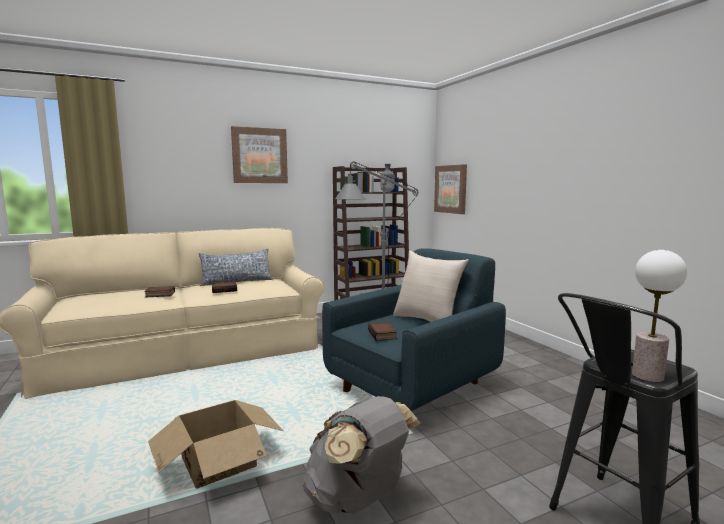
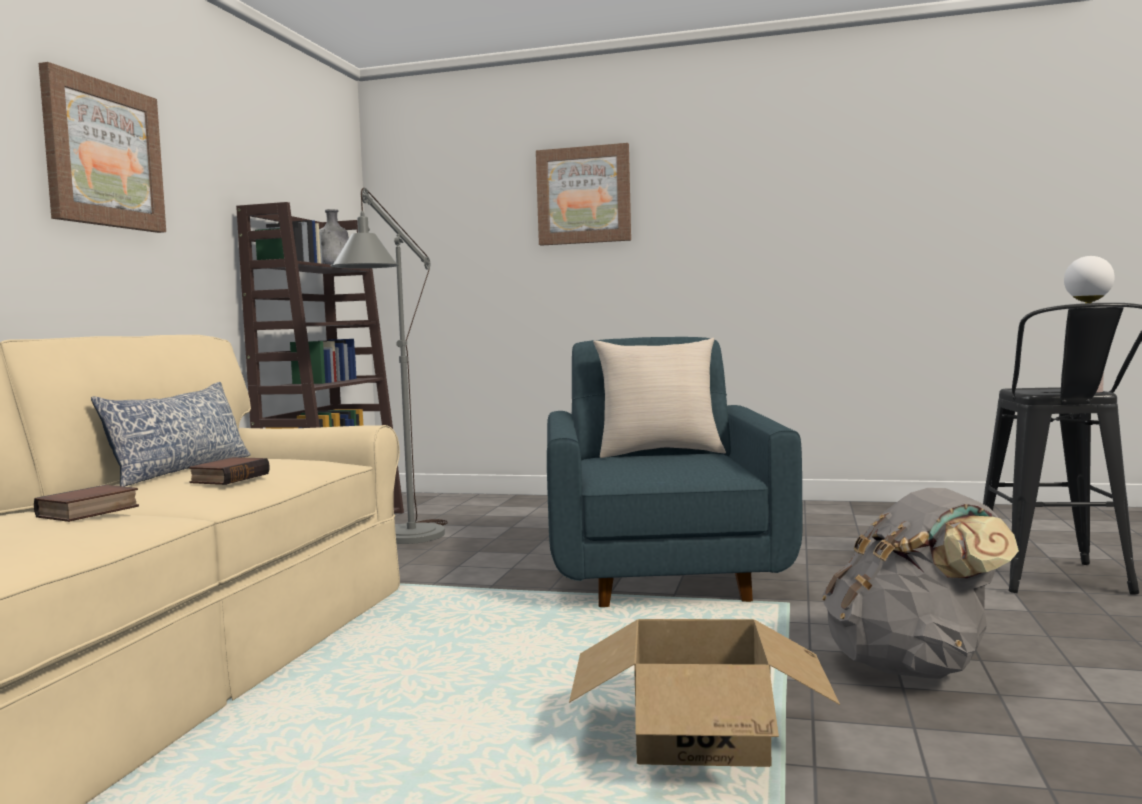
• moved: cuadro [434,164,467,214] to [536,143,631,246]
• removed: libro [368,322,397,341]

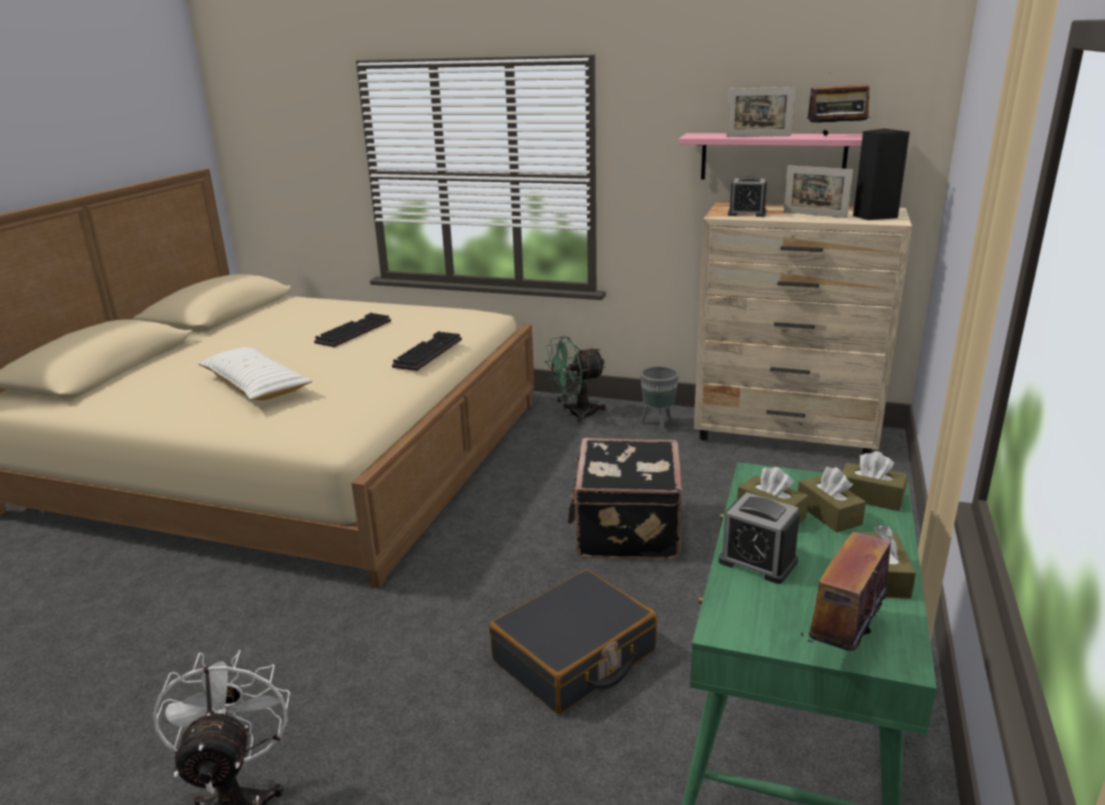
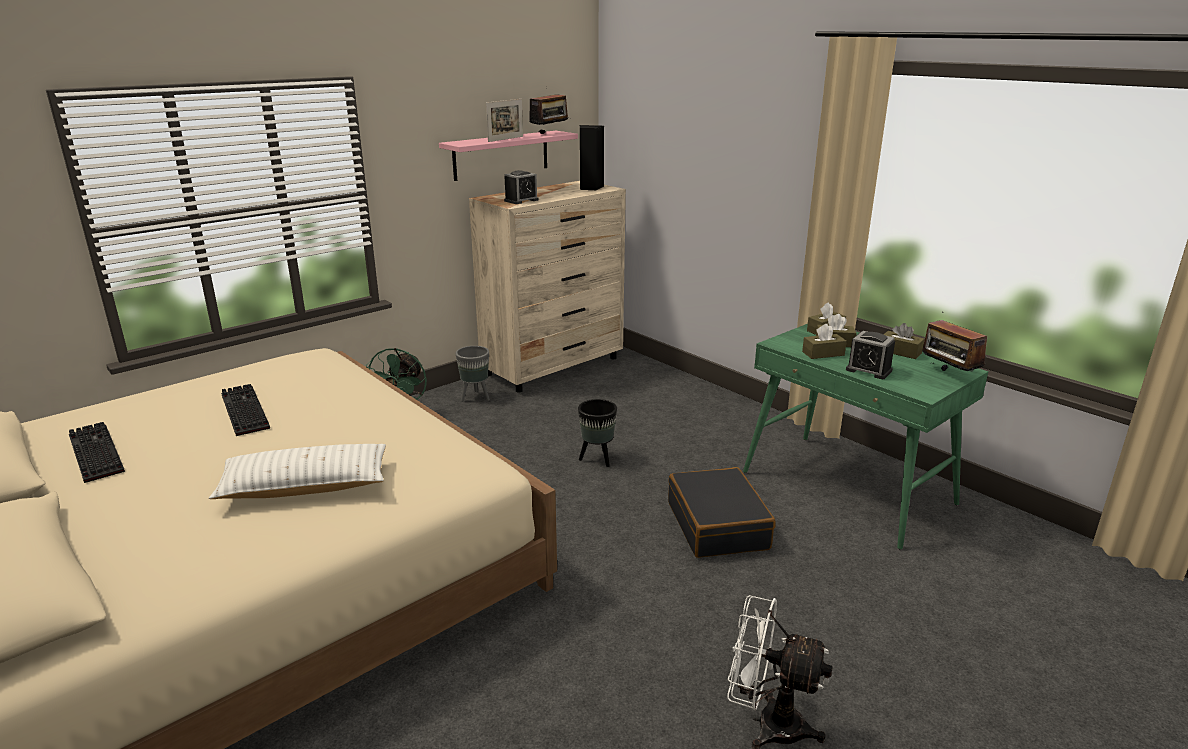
• moved: teclado [392,331,462,371] to [69,422,125,483]
• replaced: maleta/negro [567,438,682,560] to maceta/negro [578,399,617,467]
• turned: despertador [718,492,800,584] = [846,331,895,379] 60 degrees clockwise
• removed: portarretratos [784,165,853,218]

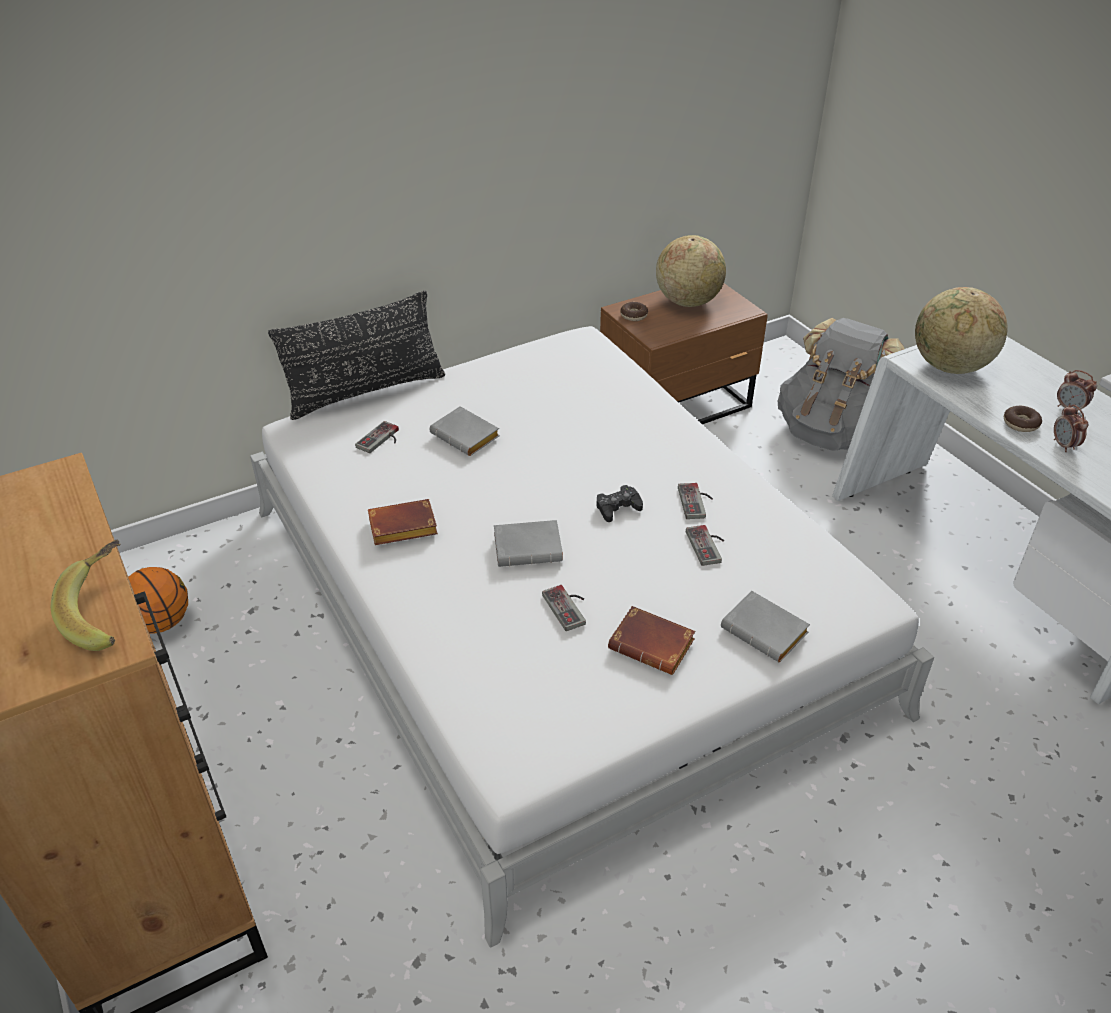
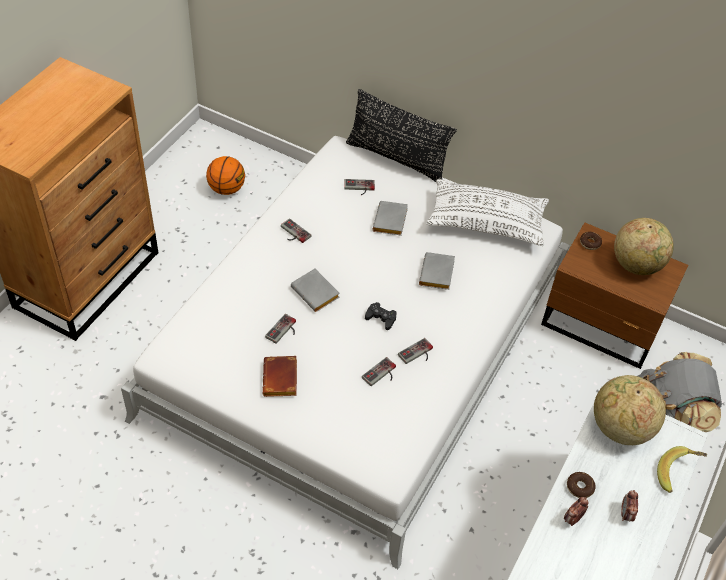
• replaced: libro/marrón [368,499,438,545] to mando de consola [281,218,311,243]
• moved: libro/gris [721,591,810,662] to [419,252,455,290]
• added: cojín/blanco [426,179,549,246]
• moved: plátano [51,540,121,651] to [657,446,707,493]

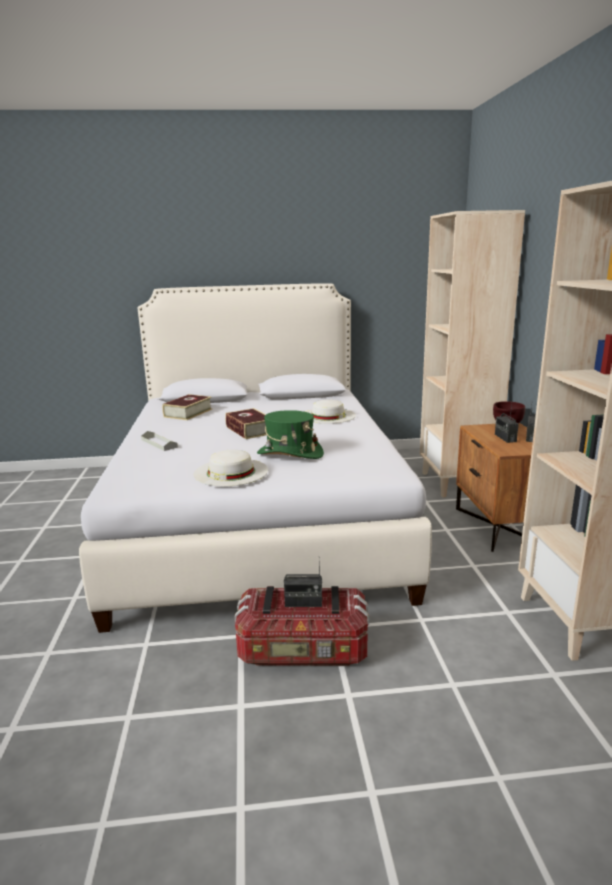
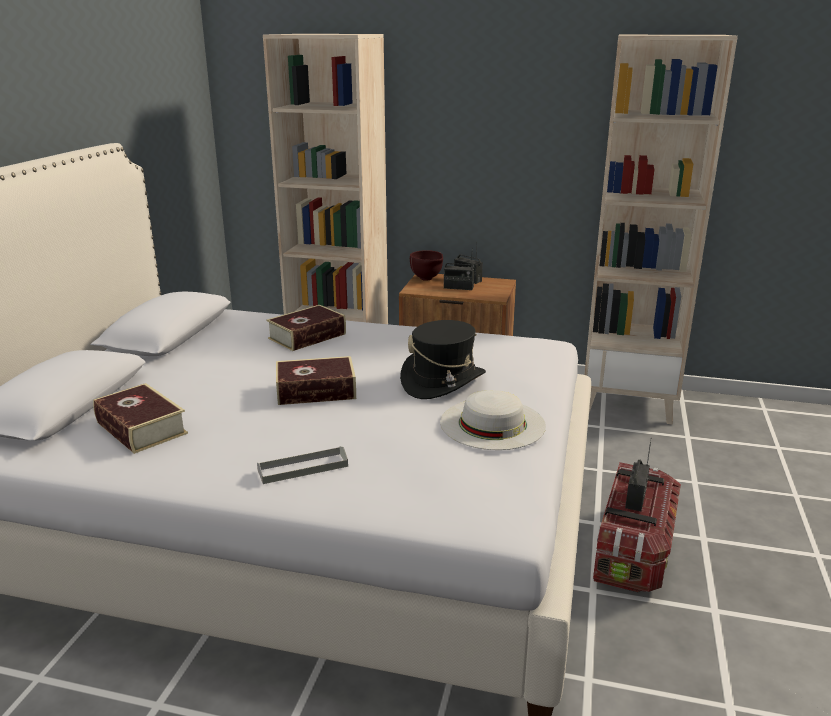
• replaced: sombrero/blanco [305,400,356,424] to libro [266,305,346,351]
• recoloured: sombrero/verde [257,410,324,459] to sombrero/negro [400,320,486,399]

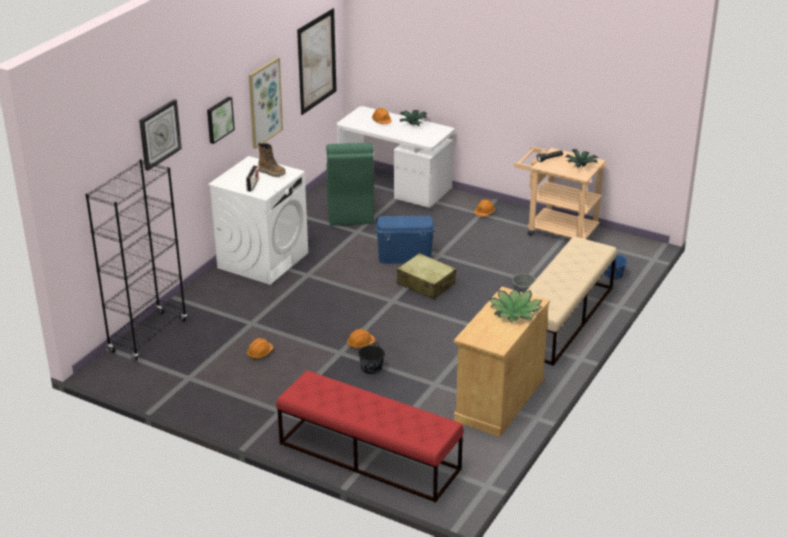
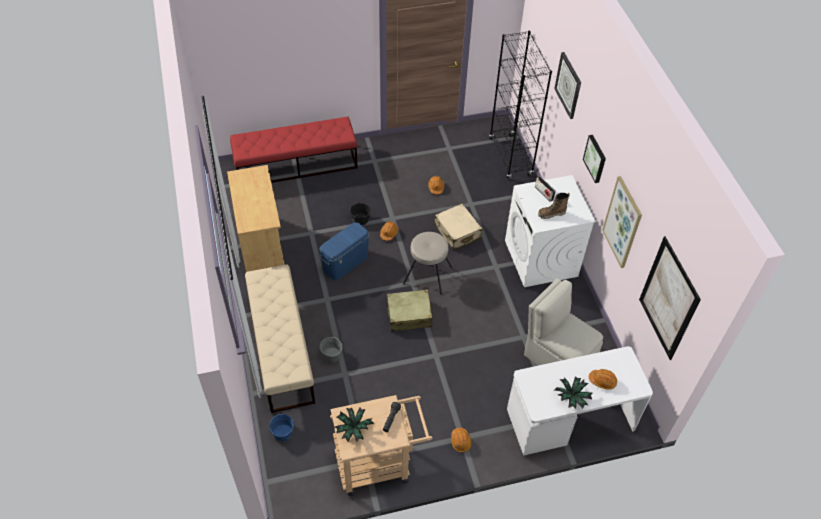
• moved: caja de almacenaje/azul [375,216,435,264] to [319,222,369,280]
• added: taburete/beis [403,232,452,295]
• added: maleta/beis [435,204,482,250]
• recoloured: silla/verde [326,143,374,225] to silla/beis [524,278,603,366]
• removed: planta en maceta [489,289,542,322]

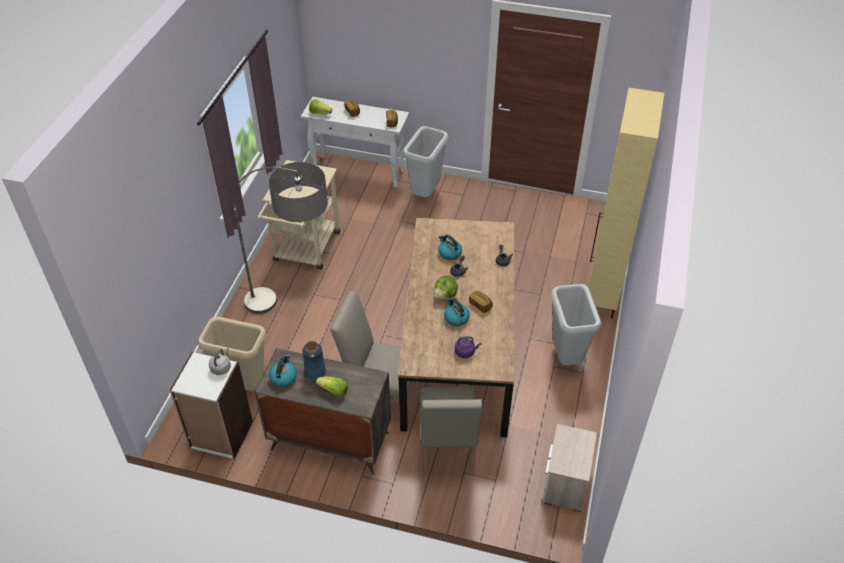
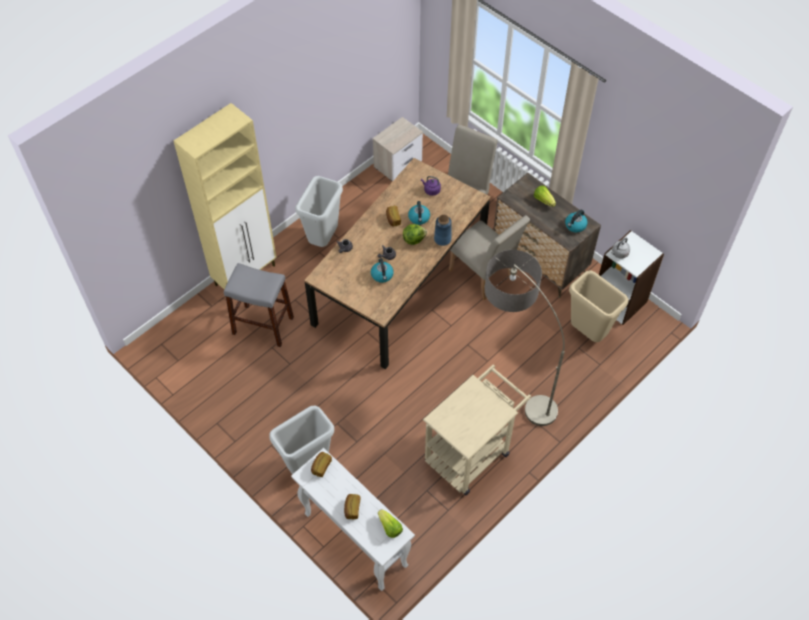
• added: taburete/gris [224,263,294,347]
• moved: florero/azul [302,341,326,380] to [434,214,451,246]

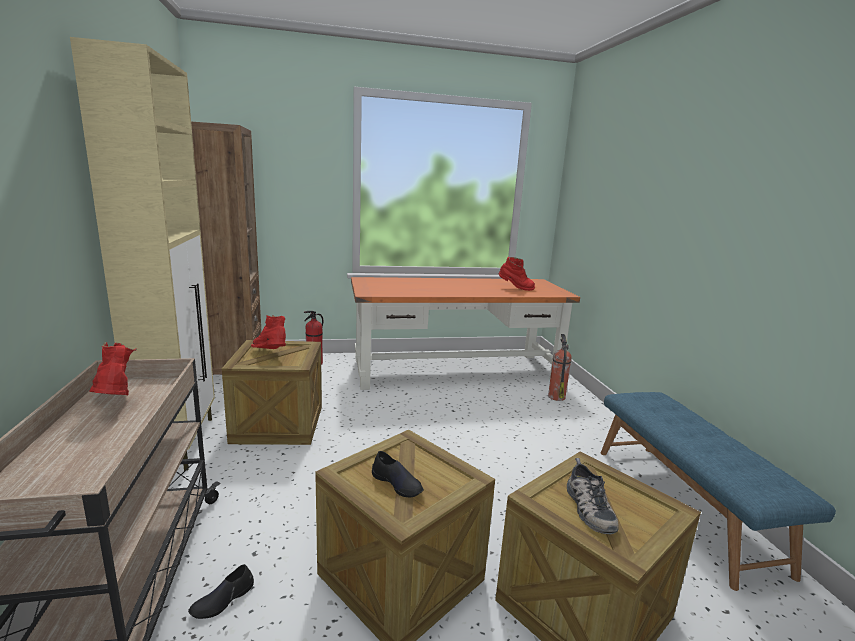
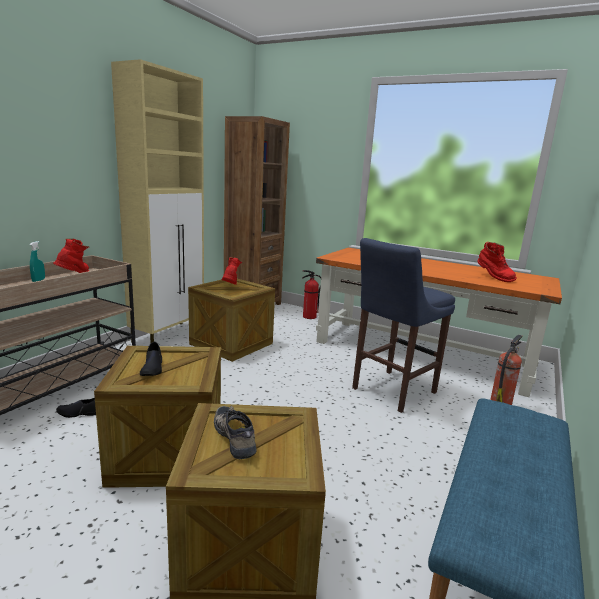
• added: pulverizador/turquesa [30,241,45,282]
• turned: zapato [567,458,619,534] = [214,406,257,459] 120 degrees clockwise
• added: taburete/azul [352,238,455,413]

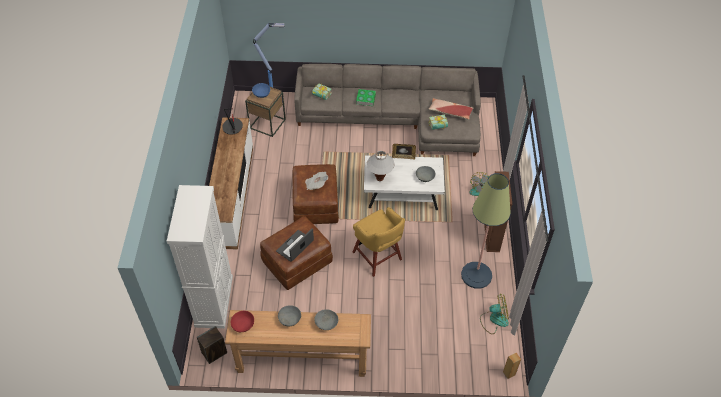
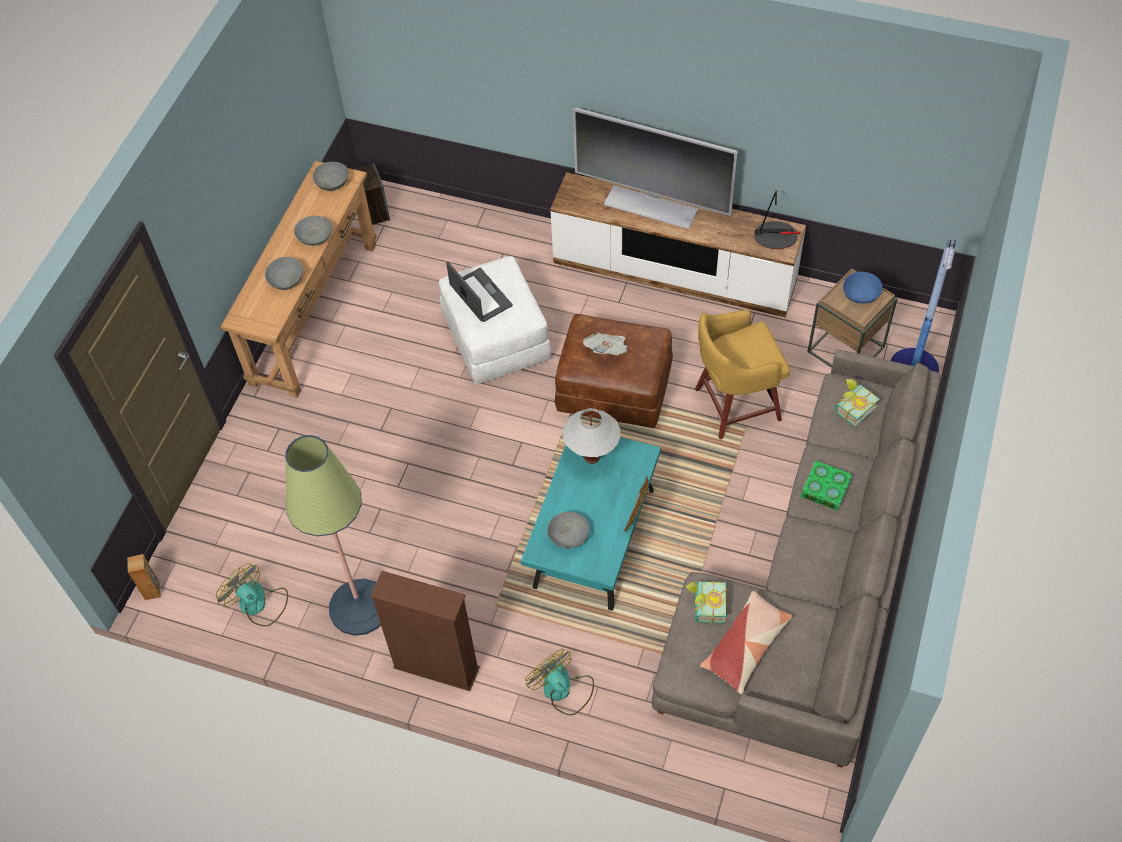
• turned: ventilador [480,293,509,334] = [216,563,288,626] 120 degrees clockwise
• recoloured: cuenco/rojo [231,311,254,333] to cuenco/gris [313,162,349,191]
• recoloured: puf/marrón [260,216,333,290] to puf/blanco [439,256,551,384]
• recoloured: mesa de centro/blanco [364,156,445,210] to mesa de centro/turquesa [521,437,661,611]
• added: televisor [573,108,738,229]
• moved: taburete/amarillo [353,207,405,277] to [695,310,790,439]
• removed: armario/blanco [167,185,233,328]

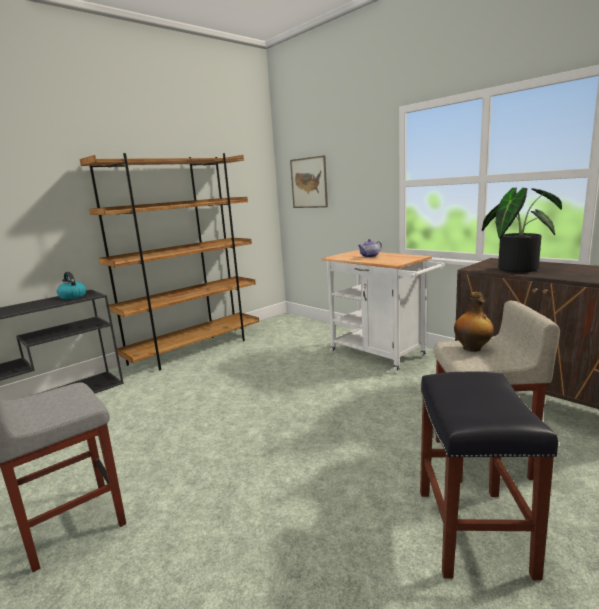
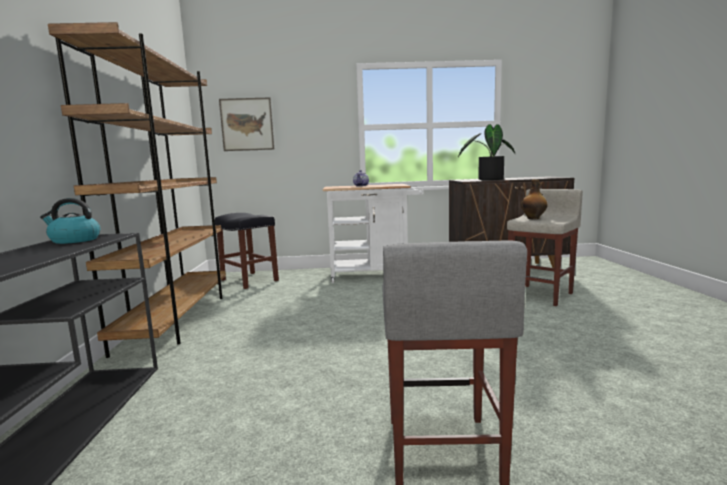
• moved: taburete/negro [420,371,558,580] to [215,213,279,289]

